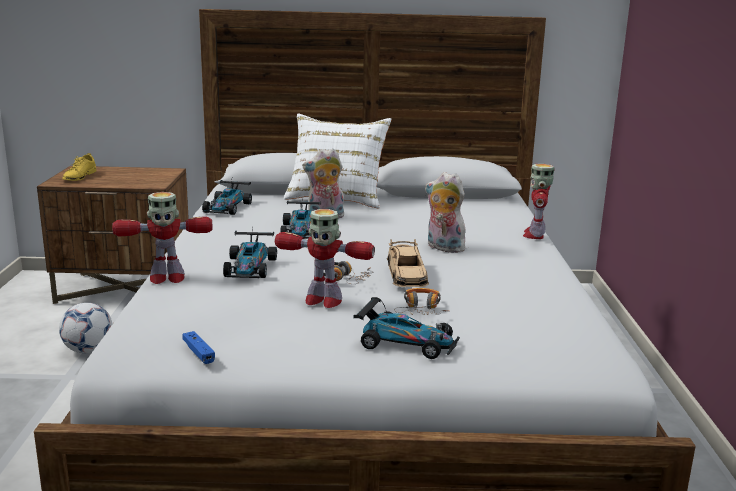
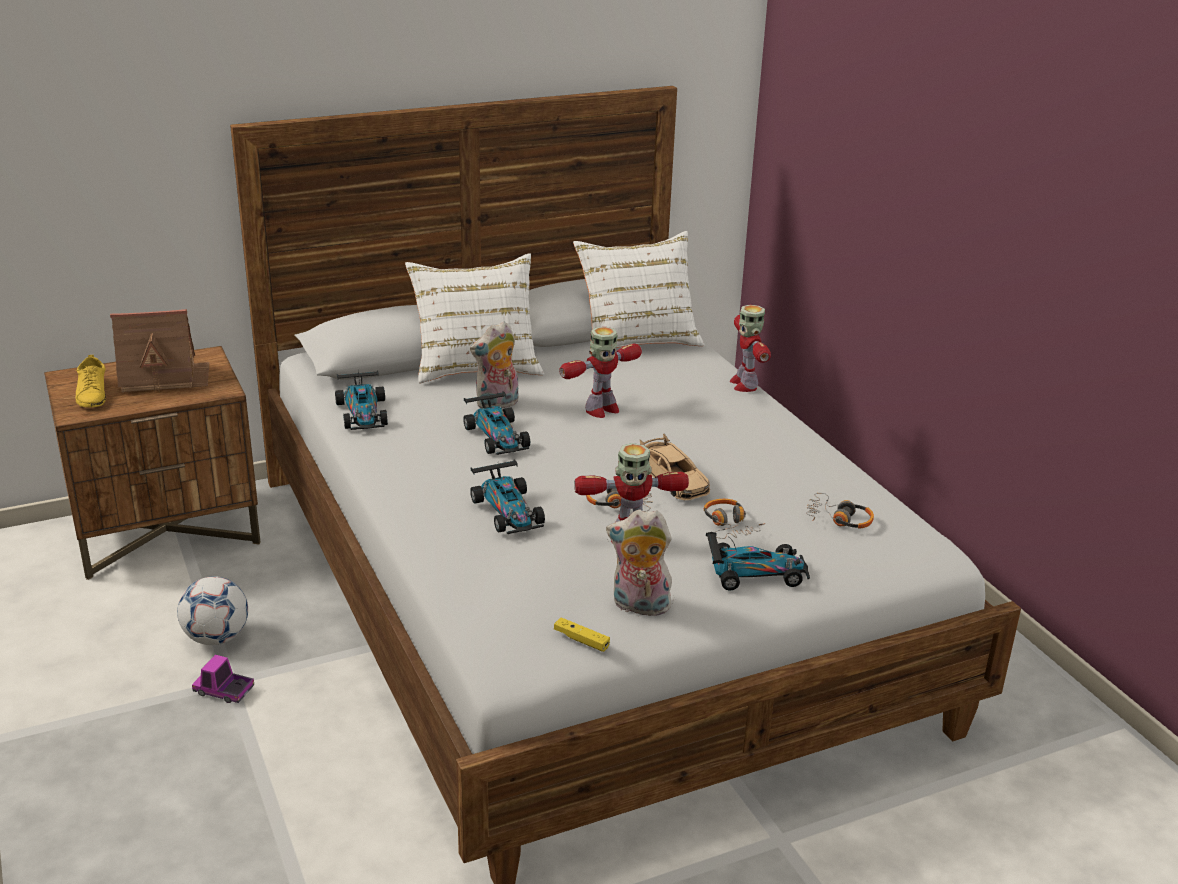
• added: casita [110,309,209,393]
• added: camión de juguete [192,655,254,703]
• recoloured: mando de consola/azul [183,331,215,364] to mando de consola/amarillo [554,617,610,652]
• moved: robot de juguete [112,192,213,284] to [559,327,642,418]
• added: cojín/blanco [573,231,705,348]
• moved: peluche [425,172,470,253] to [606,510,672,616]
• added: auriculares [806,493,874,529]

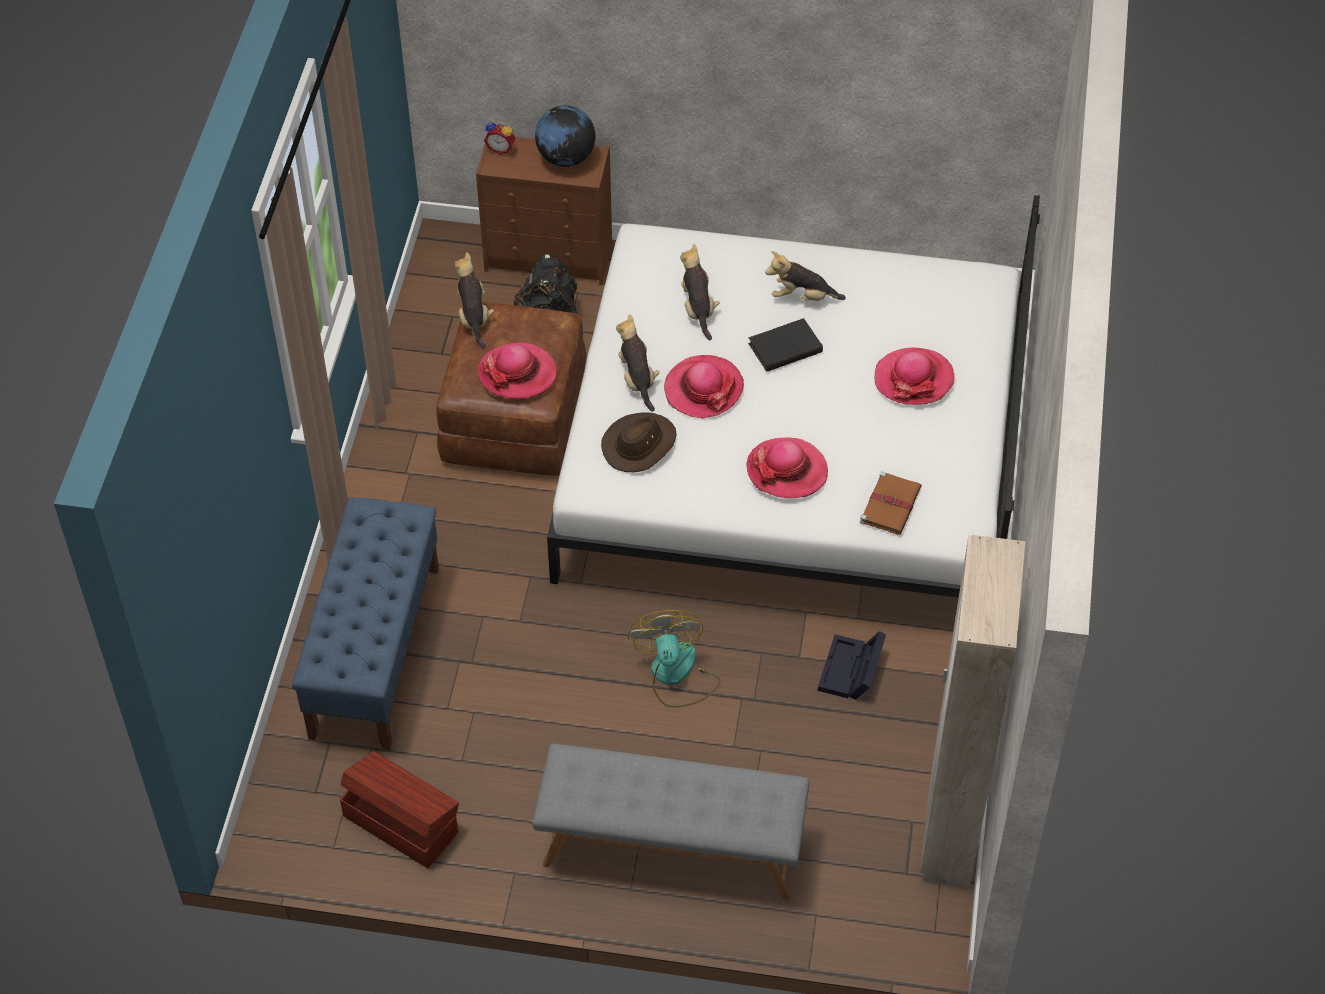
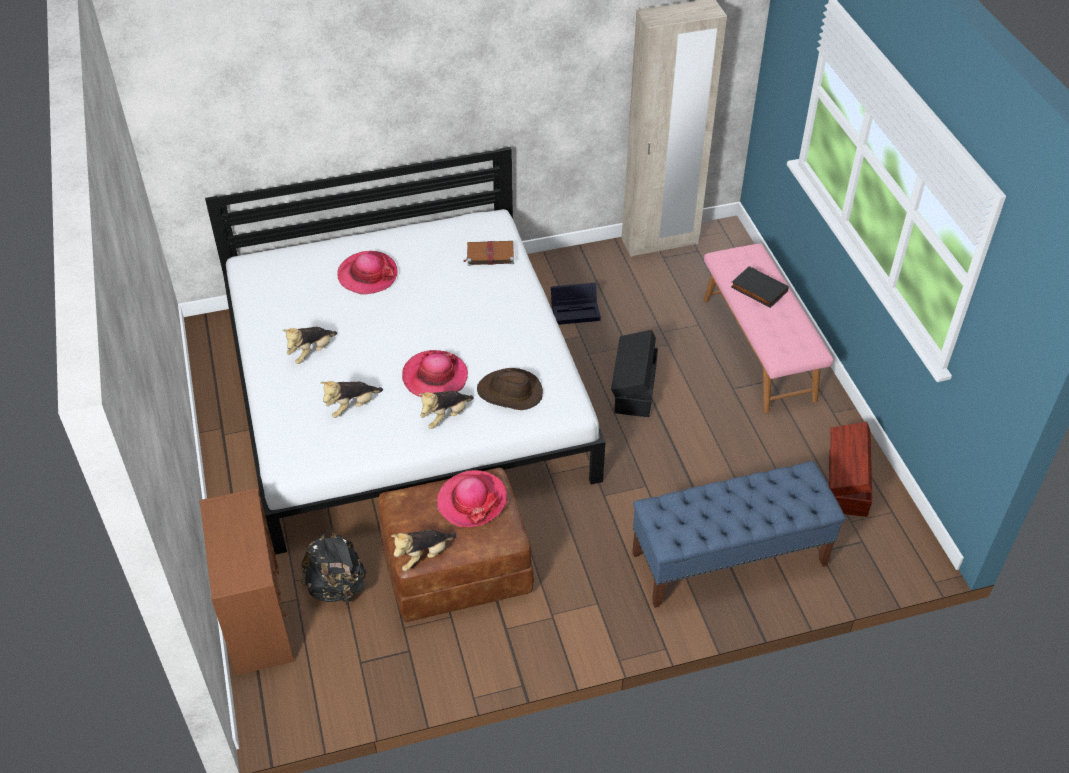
• turned: peluche [765,251,846,301] = [282,327,337,364] 60 degrees clockwise
• replaced: ventilador [628,610,721,708] to caja de almacenaje/negro [611,330,658,417]
• recoloured: banco/gris [532,744,810,901] to banco/rosa [703,243,833,413]
• moved: libro/negro [748,318,823,372] to [731,266,789,308]
• removed: despertador [484,121,516,154]
• removed: globo terráqueo [535,105,595,167]
• removed: sombrero [747,437,828,498]

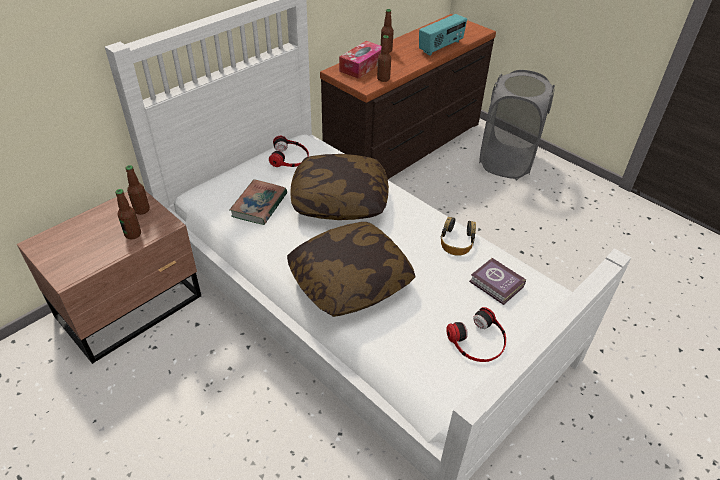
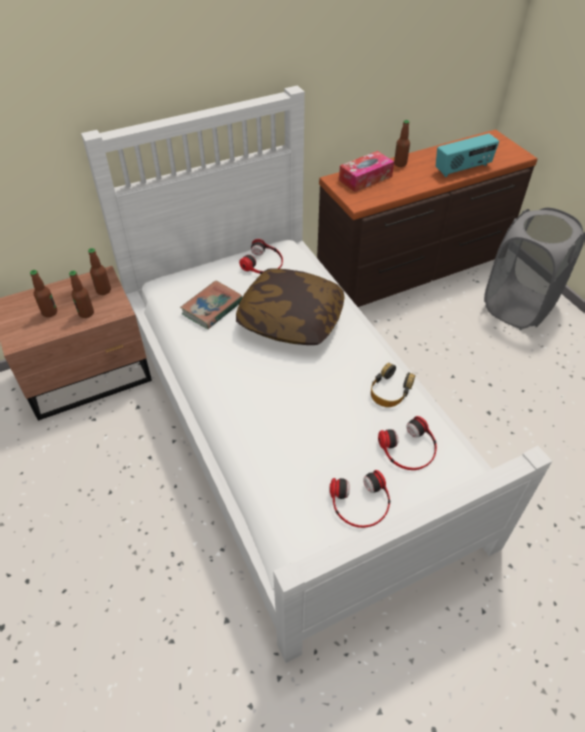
• moved: botella [377,35,391,82] to [30,270,57,317]
• replaced: libro [469,258,526,305] to auriculares [378,416,437,470]
• removed: cojín [287,222,416,317]

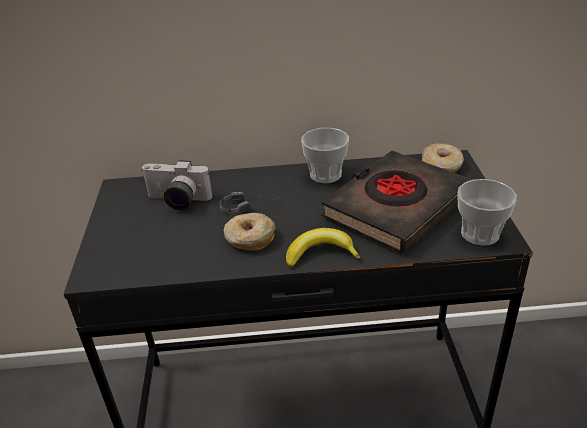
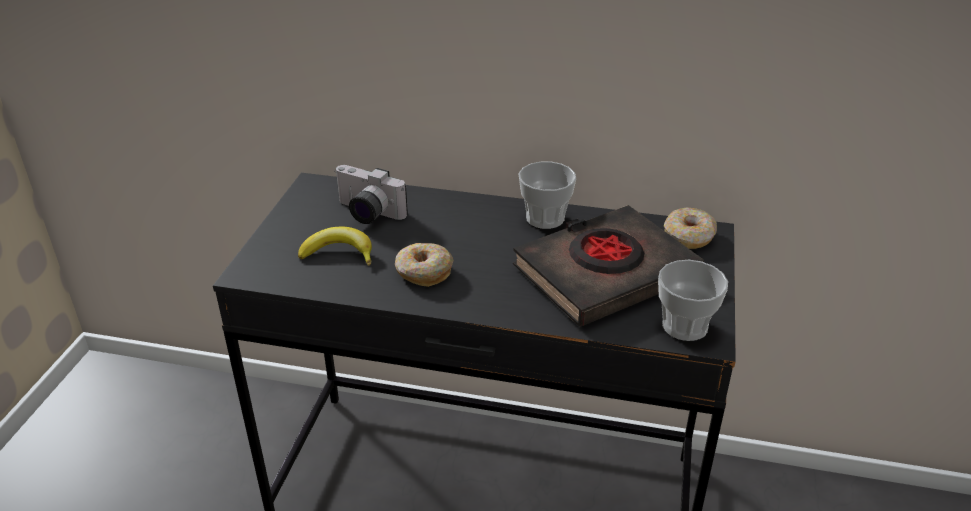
• moved: plátano [286,228,360,267] to [298,227,372,266]
• removed: auriculares [219,181,297,213]

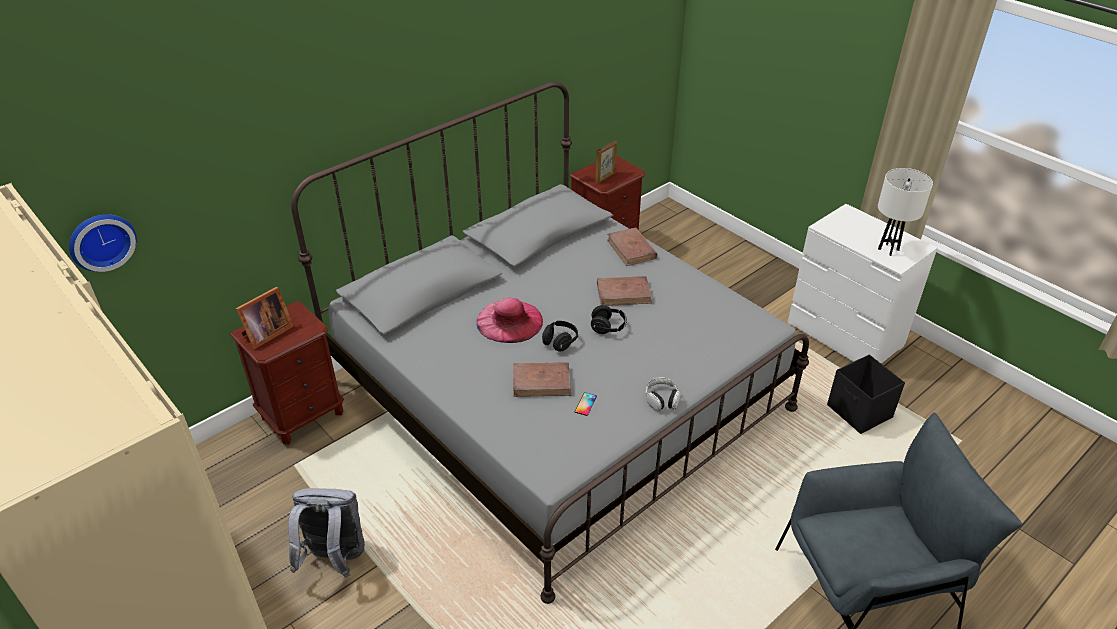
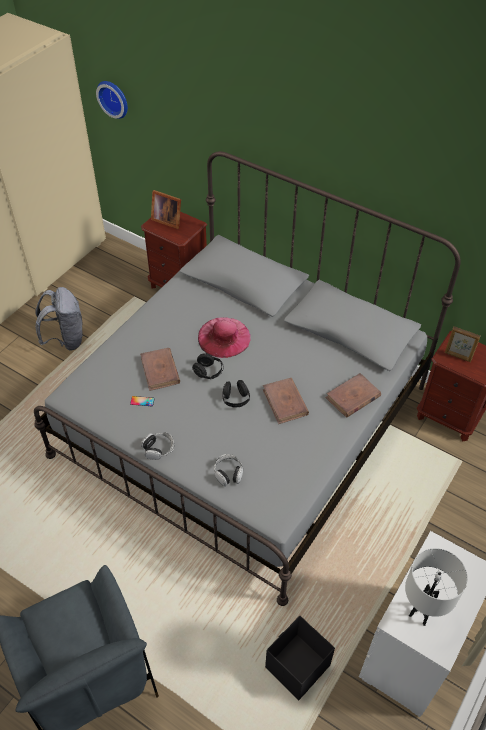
• added: auriculares [214,454,243,486]

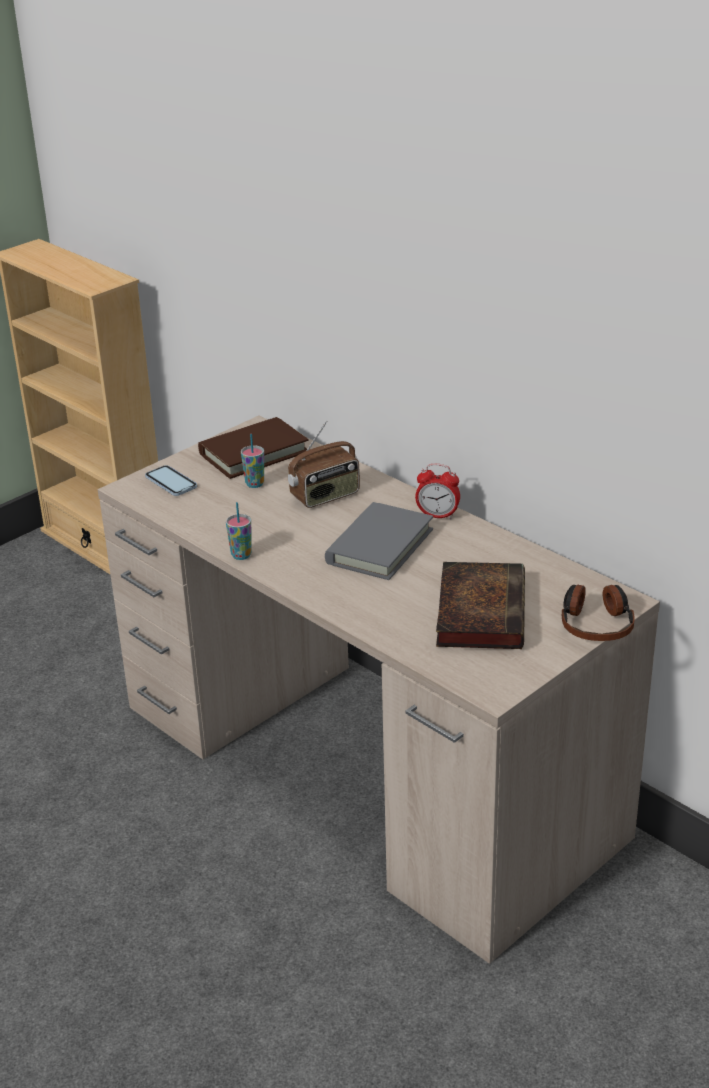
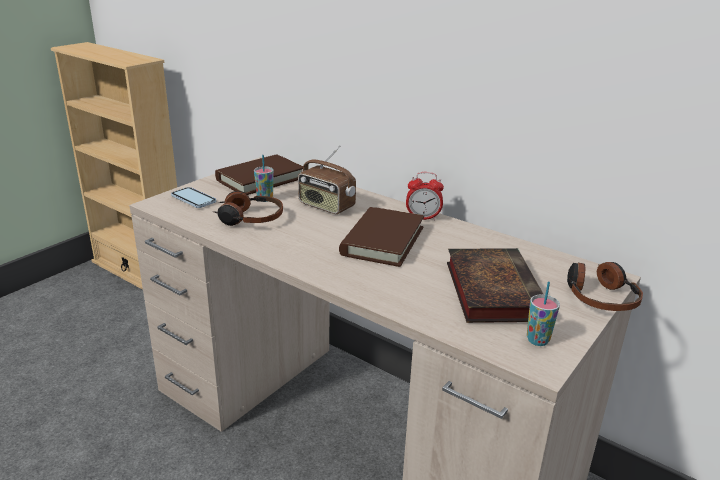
• added: auriculares [213,191,283,226]
• turned: radio [288,421,360,508] = [298,145,356,214] 75 degrees clockwise
• recoloured: libro/gris [325,502,433,580] to libro/marrón [339,207,424,267]
• moved: taza [226,502,252,560] to [527,282,560,346]

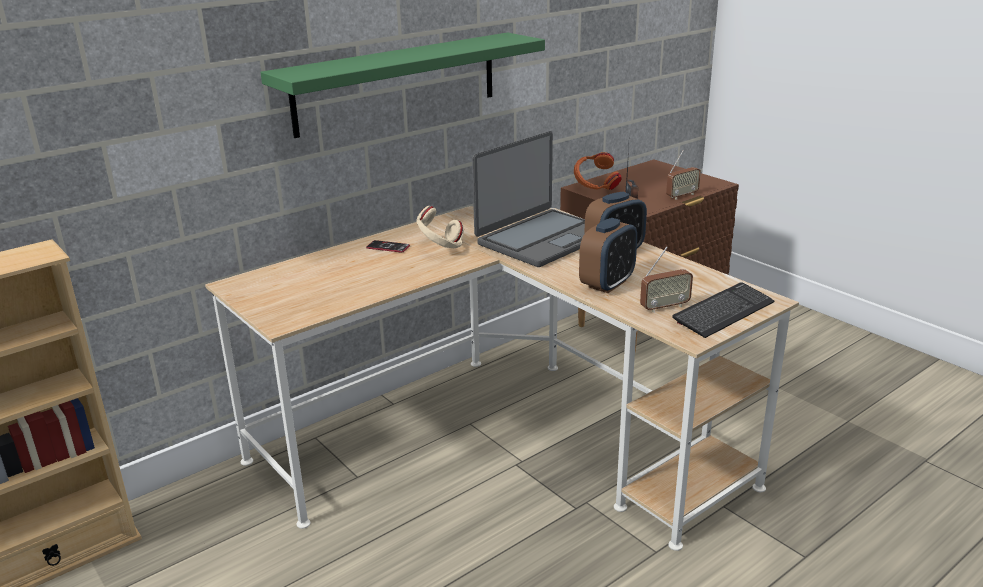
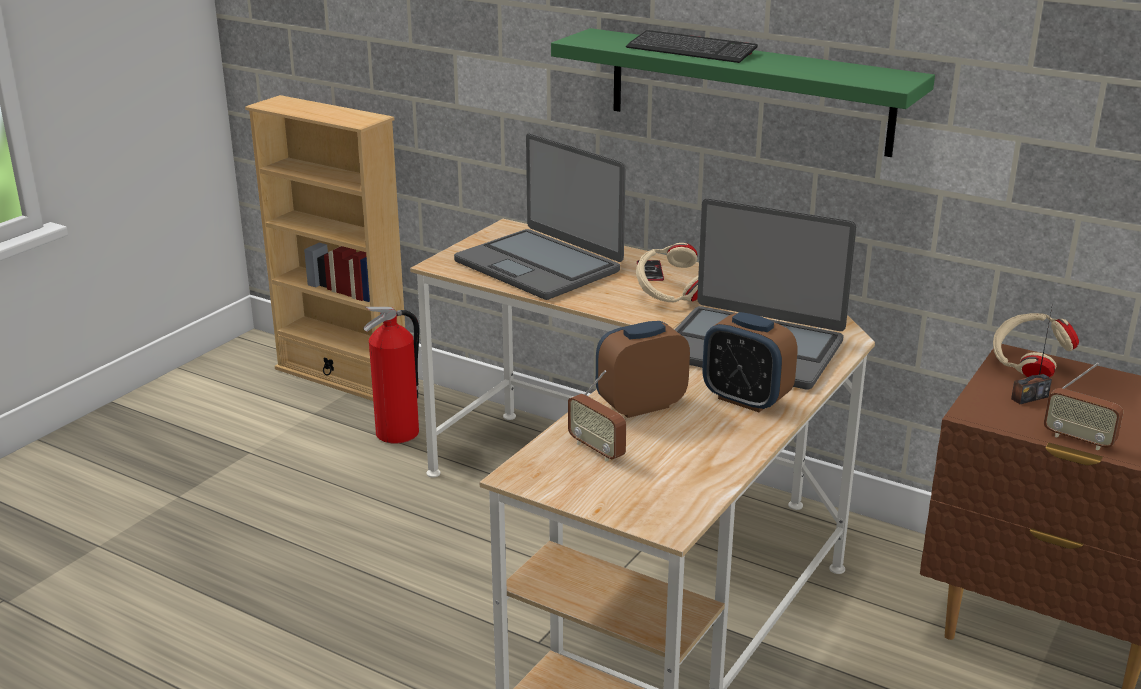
• added: extintor [363,307,419,444]
• added: portátil [454,133,626,300]
• turned: despertador [579,218,637,293] = [596,321,690,418] 135 degrees clockwise
• moved: teclado [672,282,774,338] to [626,30,758,63]
• recoloured: auriculares/naranja [574,152,621,190] to auriculares/beis [993,313,1079,378]

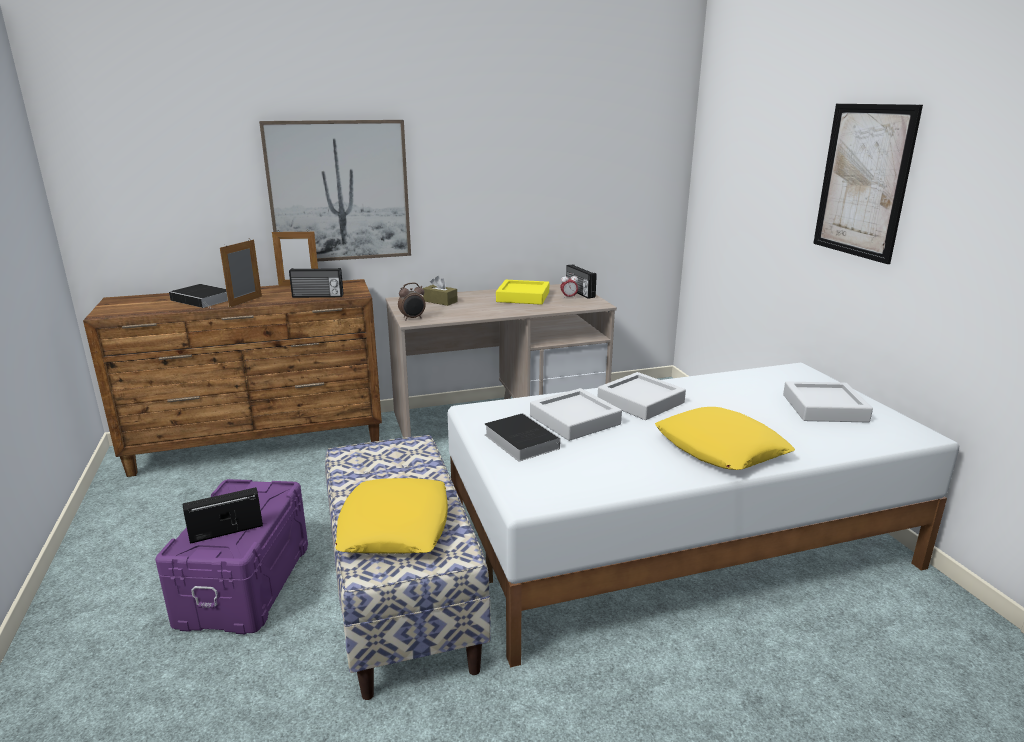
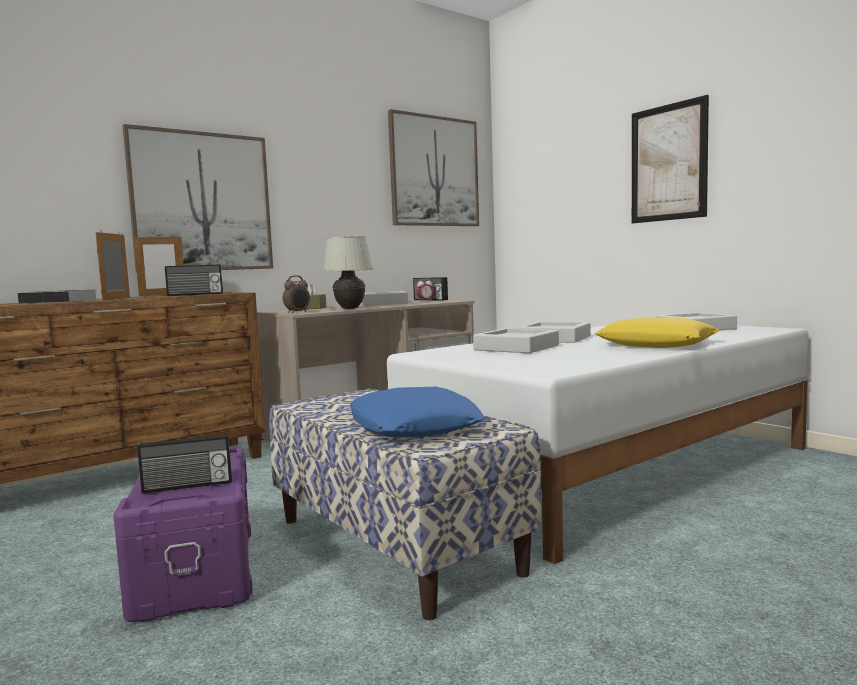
• turned: radio [183,487,263,544] = [138,434,232,494] 150 degrees counterclockwise
• added: lámpara de mesa/blanco [323,236,373,309]
• recoloured: cojín/amarillo [335,478,448,554] to cojín/azul [350,387,485,438]
• recoloured: bandeja/amarillo [496,280,549,305] to bandeja/gris [361,291,409,306]
• added: cuadro [388,109,479,226]
• removed: libro [485,413,560,461]

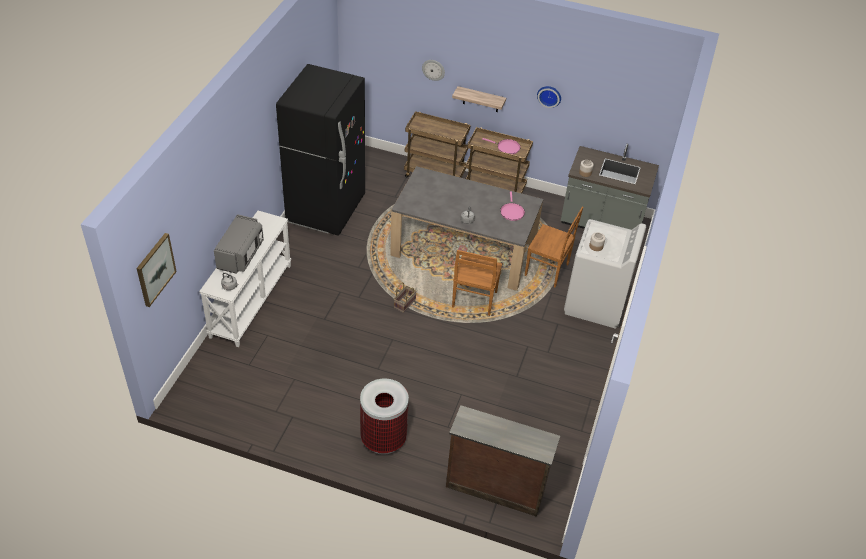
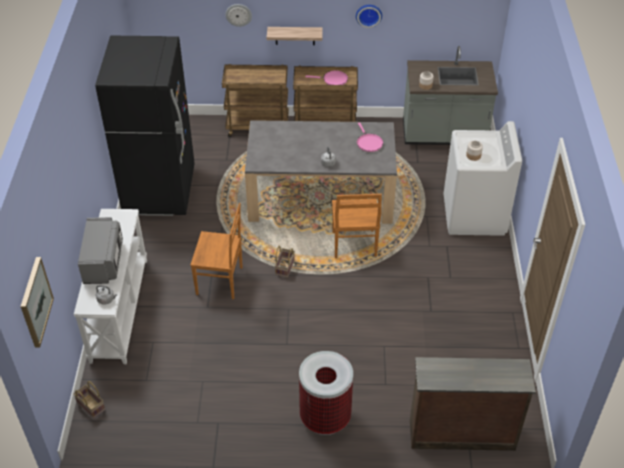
• added: cesta [74,381,105,419]
• moved: silla/marrón [525,206,583,288] to [190,203,243,299]

